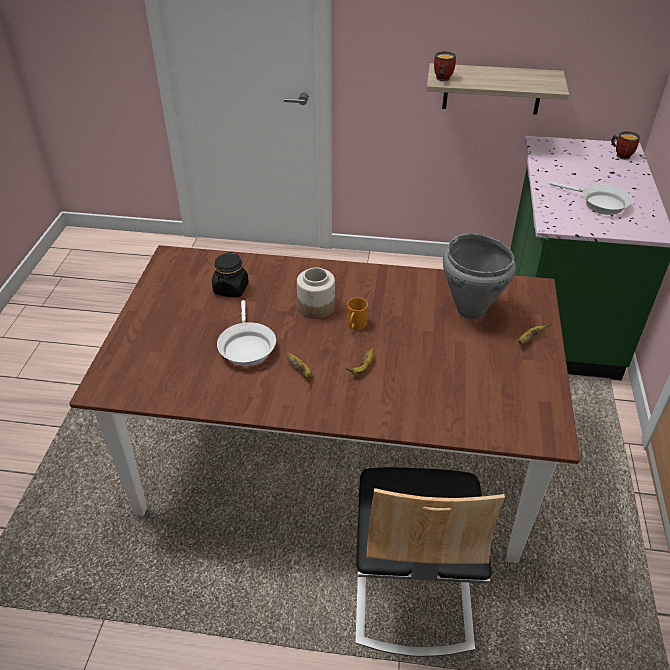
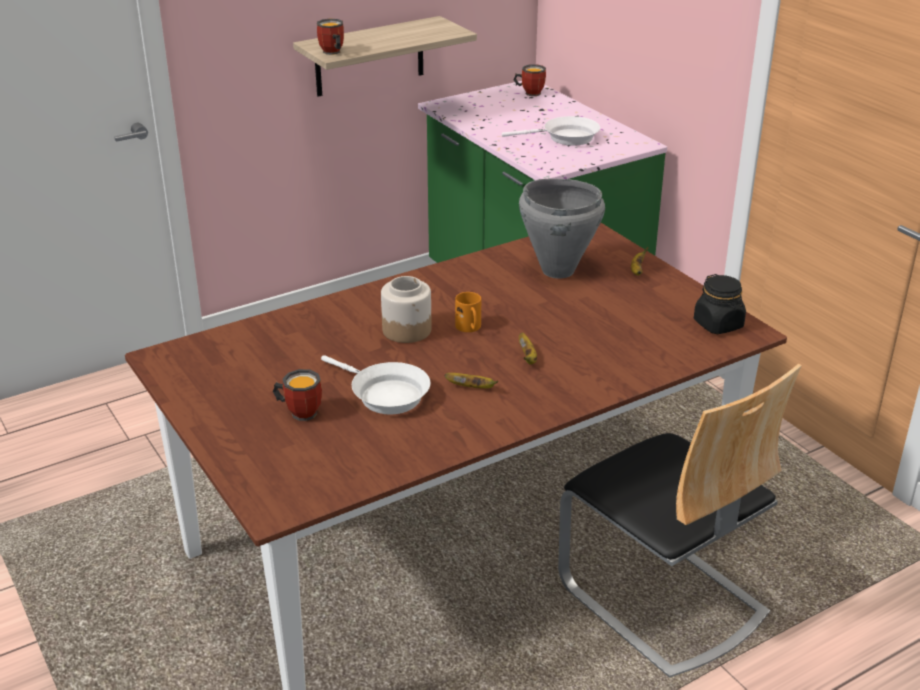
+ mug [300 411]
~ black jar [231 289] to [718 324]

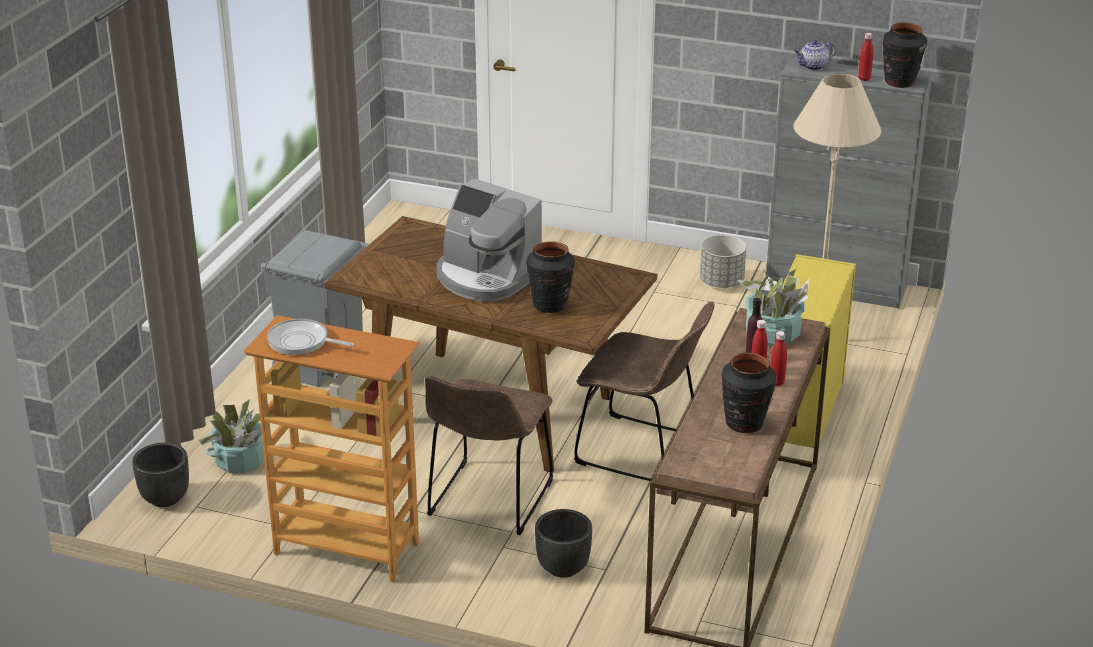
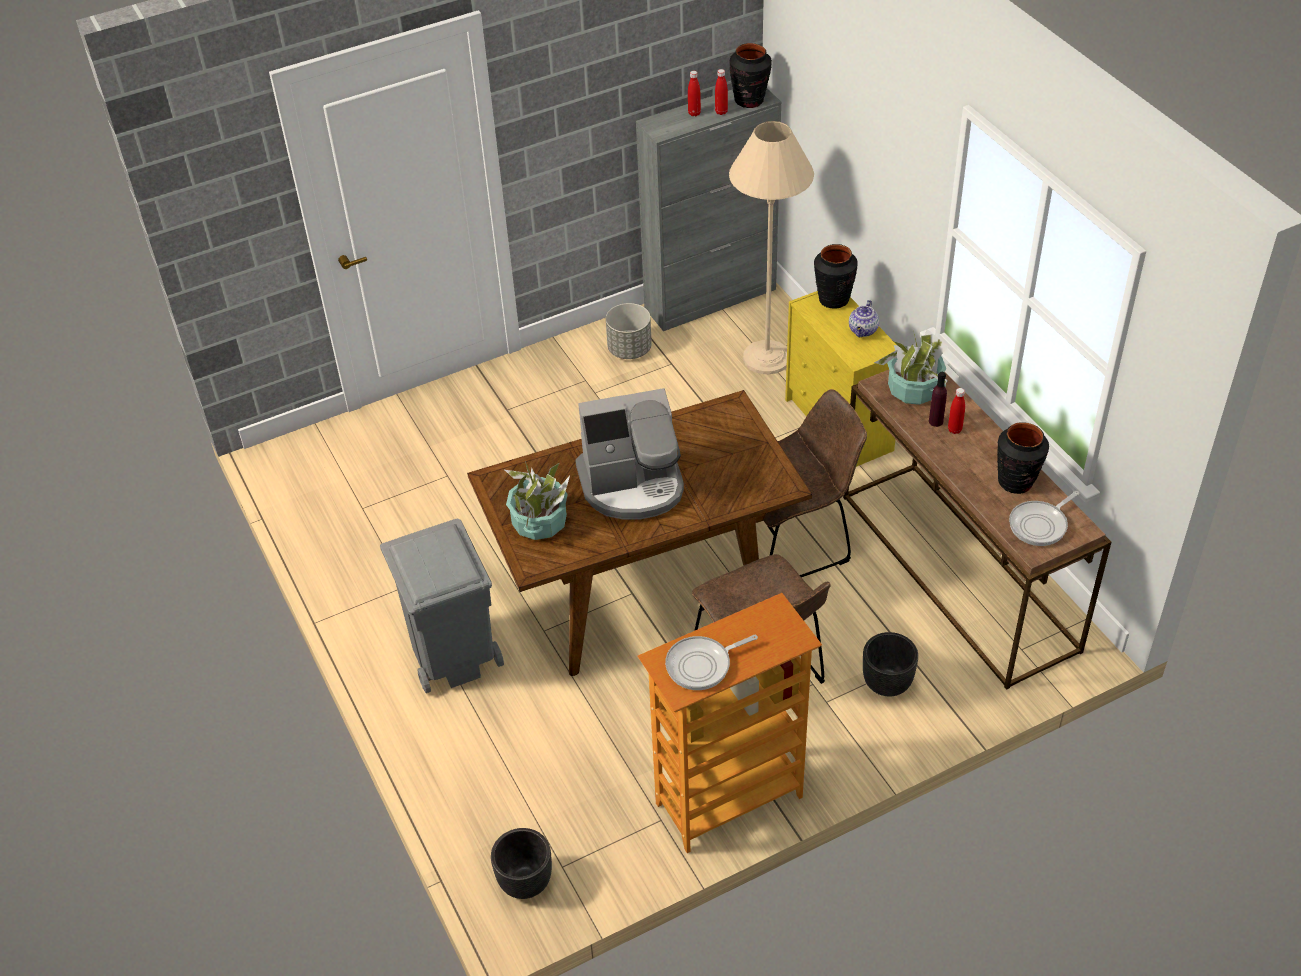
+ frying pan [1040 525]
~ potted plant [240 460] to [539 522]
~ black vase [550 305] to [833 299]
~ red bottle [777 382] to [694 113]
~ teapot [812 67] to [863 331]

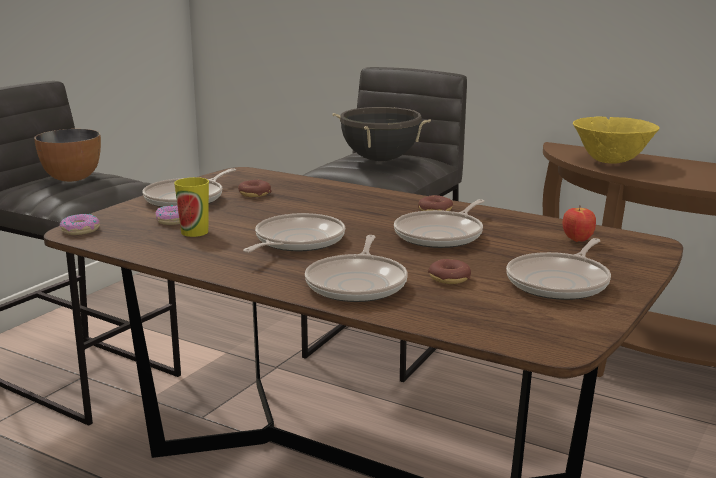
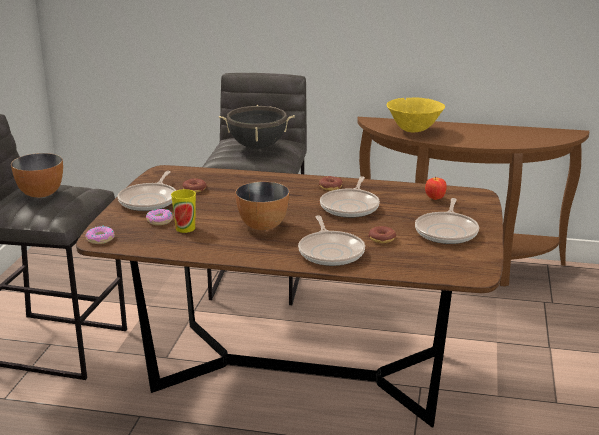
~ frying pan [296 241] to bowl [262 226]

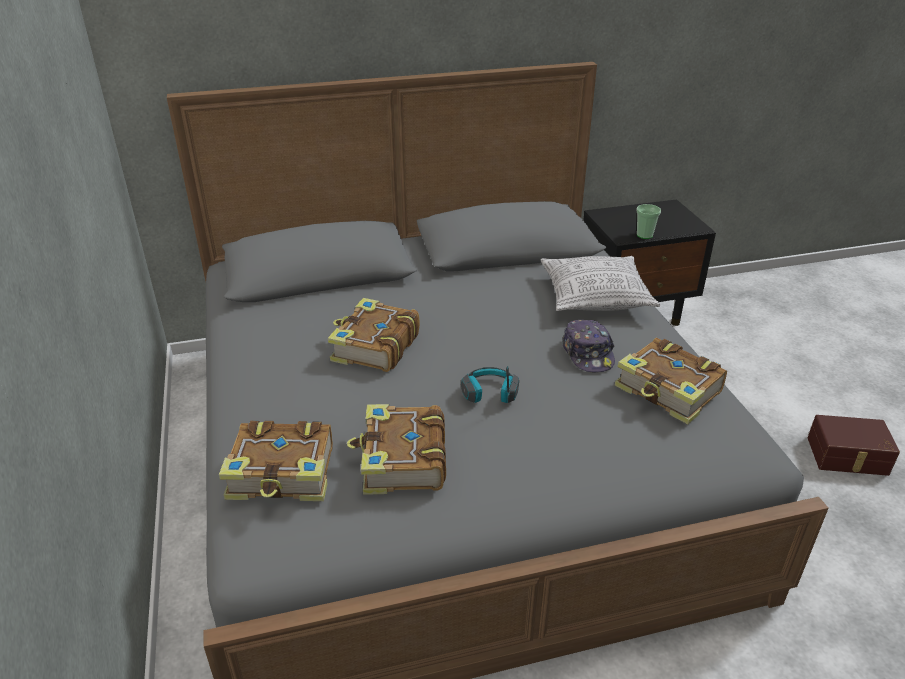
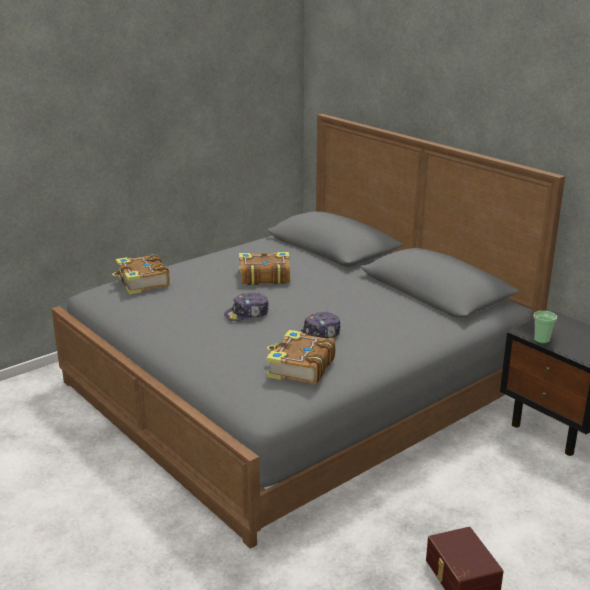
- book [402 461]
- pillow [595 297]
~ headphones [489 393] to cap [247 314]

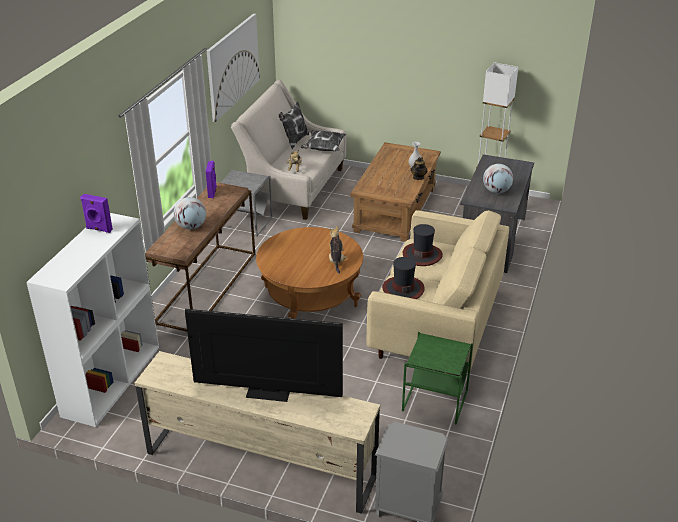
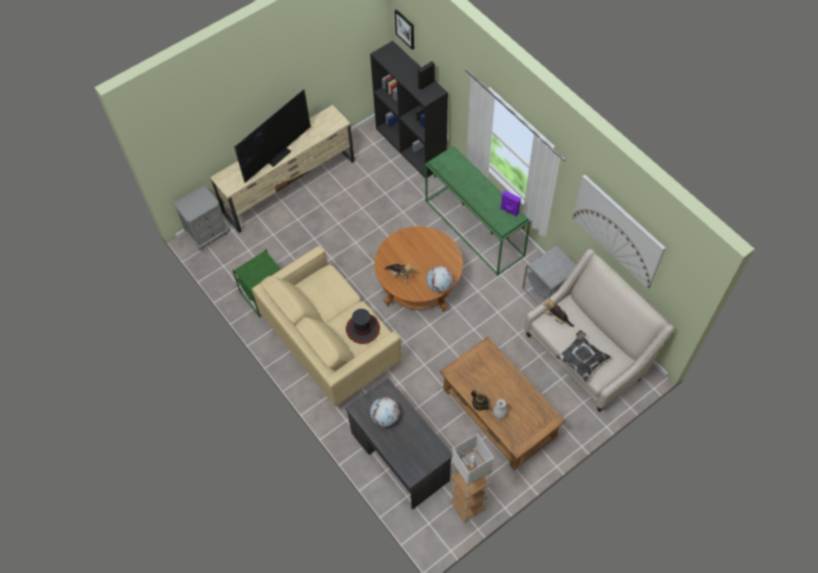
- pillow [294 141]
- hat [403 289]
+ picture [405 29]
~ globe [191 226] to [439 286]
~ white bookcase [111 380] to black bookcase [411 146]
~ purple speaker [99 229] to black speaker [426 84]
~ brown console table [206 287] to green console table [475 228]

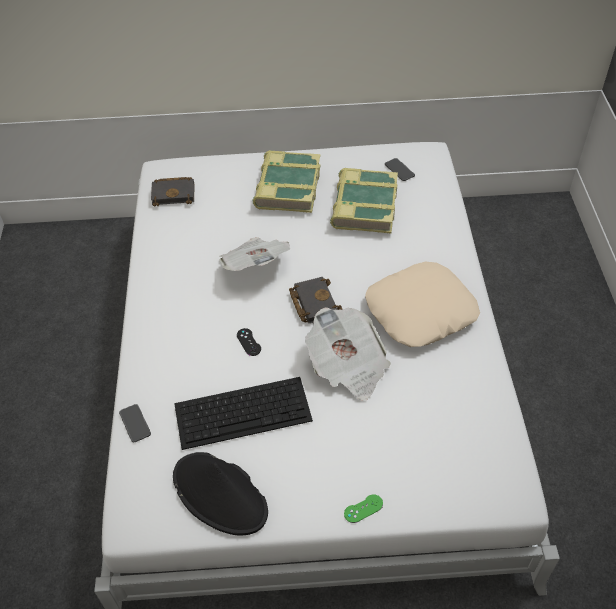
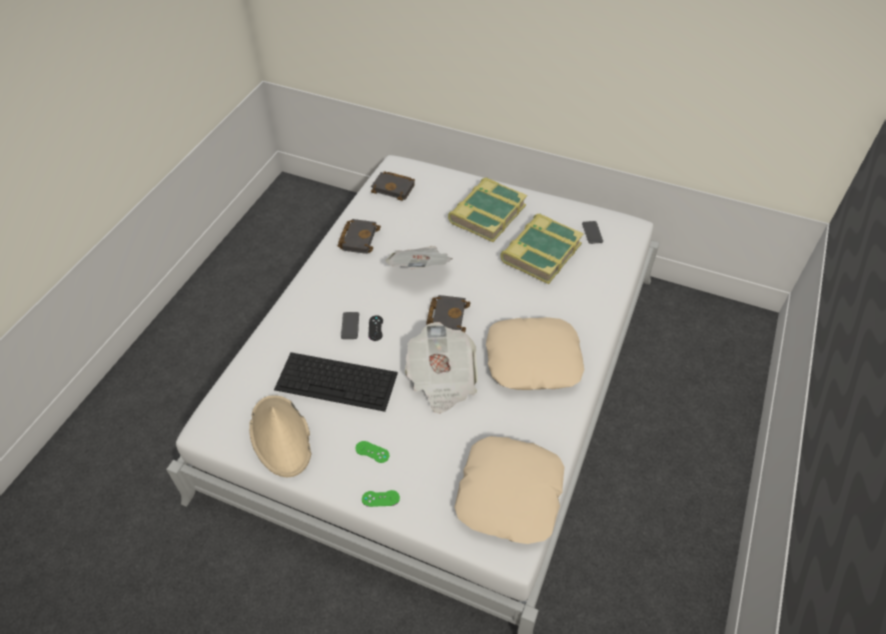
+ black book [358 238]
+ green game controller [372 452]
+ beige pillow [510 494]
~ phone [135 423] to [350 326]
~ black hat [220 494] to beige hat [281 437]

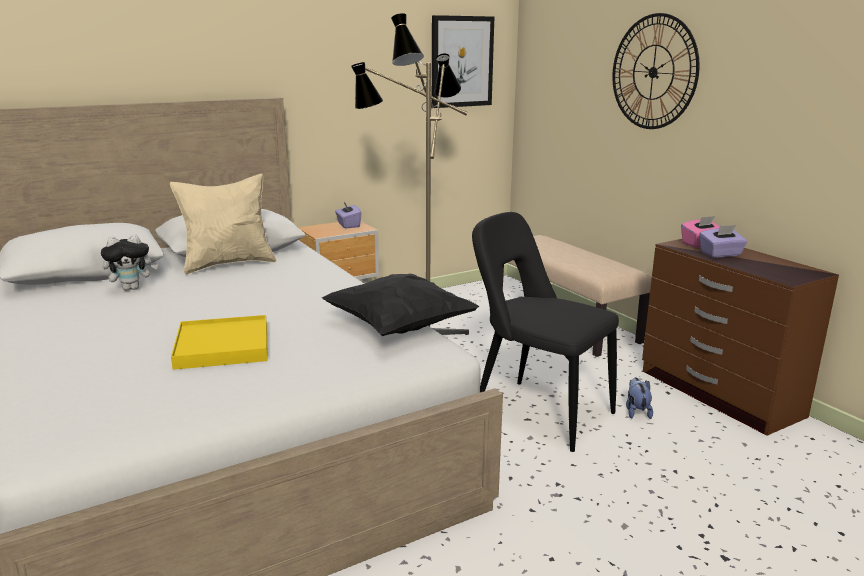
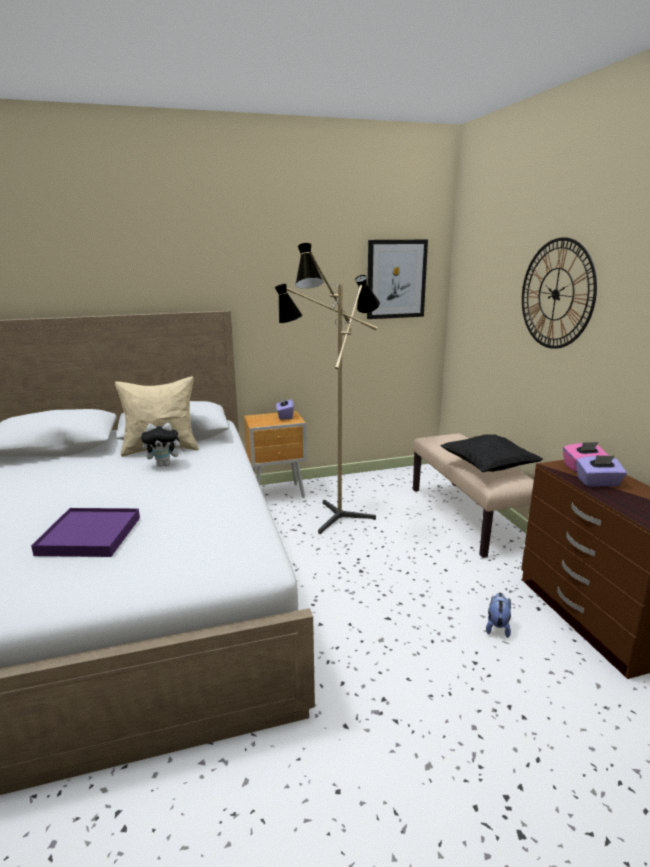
- black chair [537 412]
~ plush toy [132 288] to [165 464]
~ black pillow [399 327] to [488 467]
~ yellow tray [222 347] to purple tray [89 536]

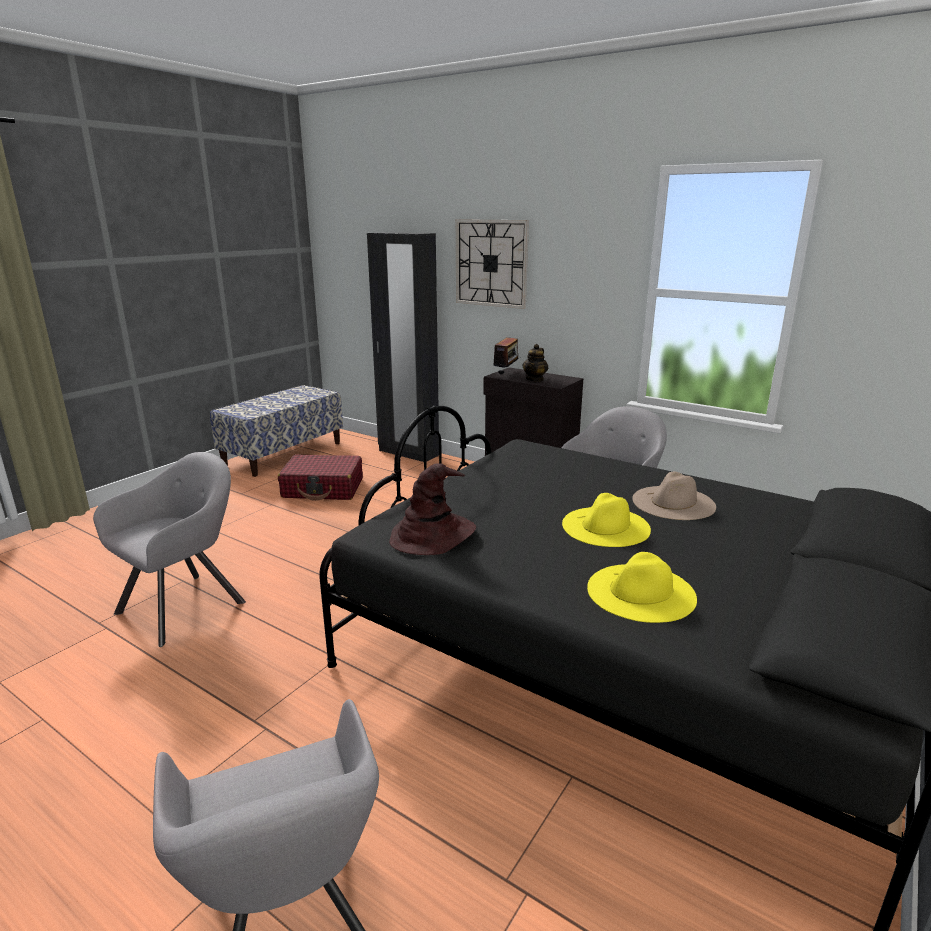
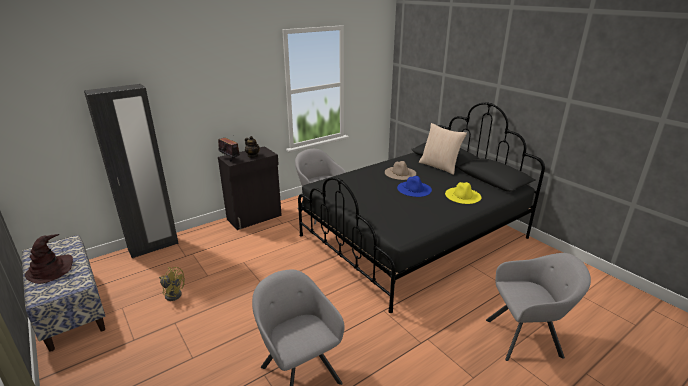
- wall clock [491 263]
+ beige pillow [439 166]
~ brown hat [432 535] to [50 270]
~ red suitcase [323 488] to yellow fan [173 293]
~ yellow hat [606 526] to blue hat [414 189]

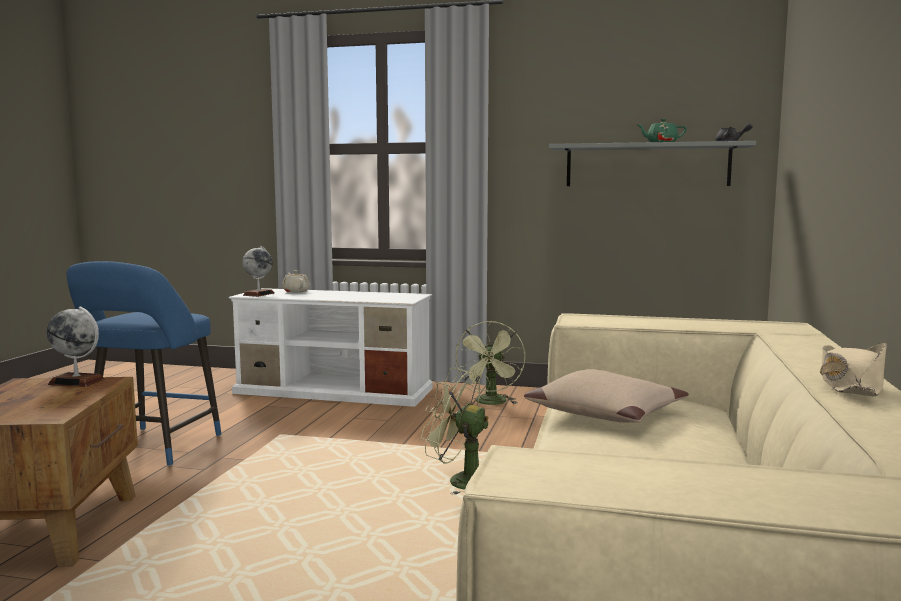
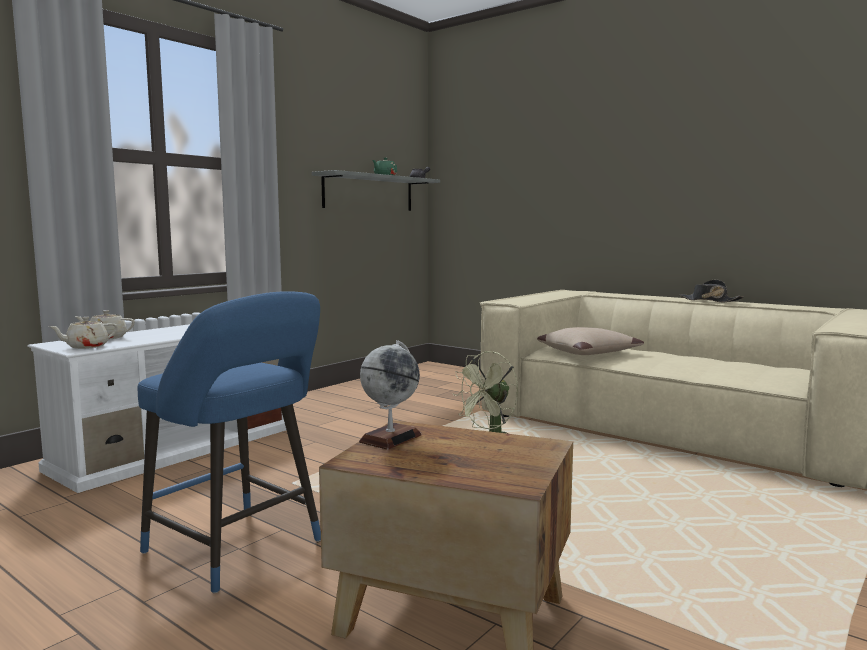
- green fan [491 403]
~ globe [259 294] to beige teapot [86 347]
~ beige hat [851 385] to black hat [709 301]

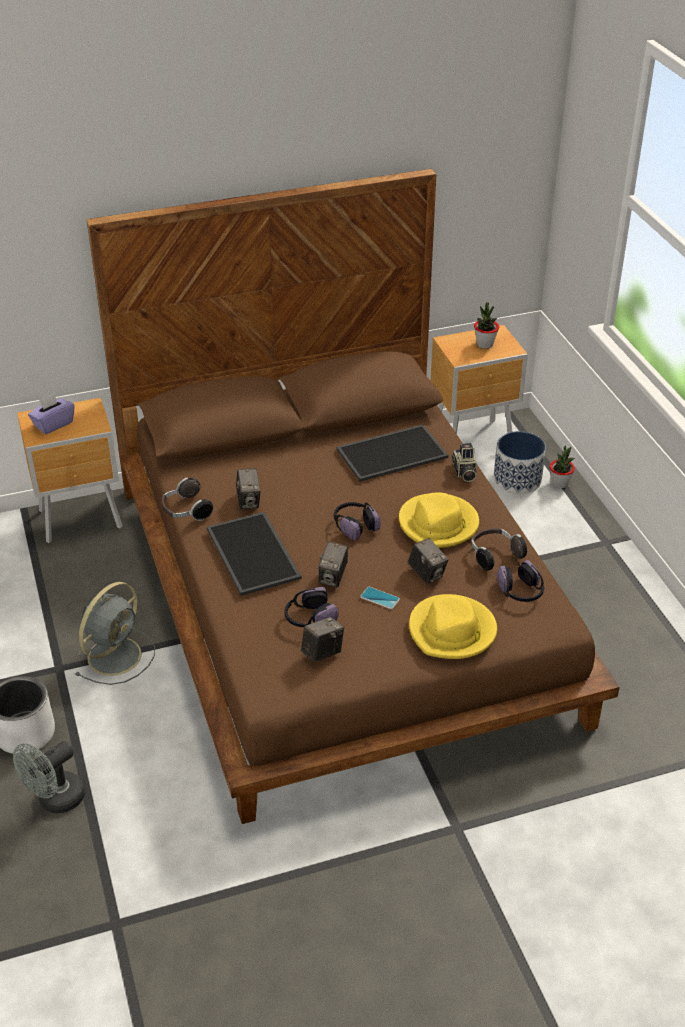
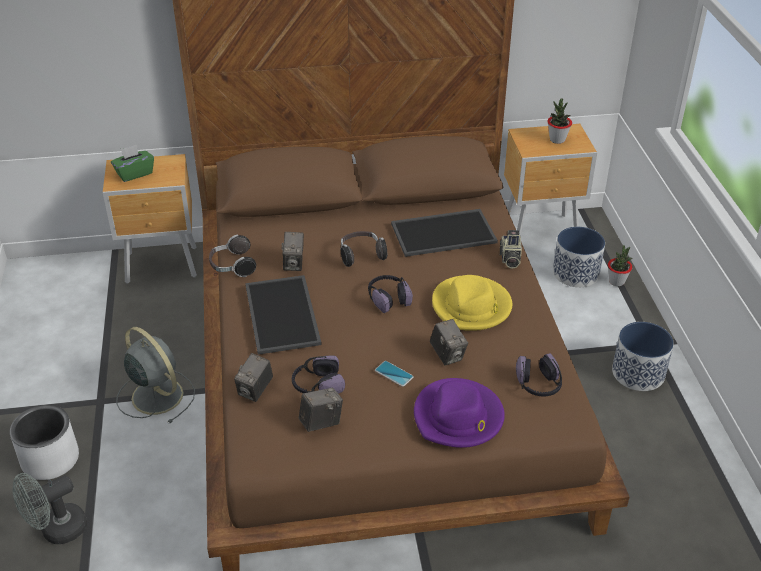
+ planter [638 373]
~ photo camera [333 577] to [255 390]
~ headphones [494 555] to [361 255]
~ purple tissue box [53 424] to green tissue box [134 173]
~ yellow hat [452 631] to purple hat [458 417]
~ grey fan [116 654] = [156 395] 90 degrees counterclockwise

